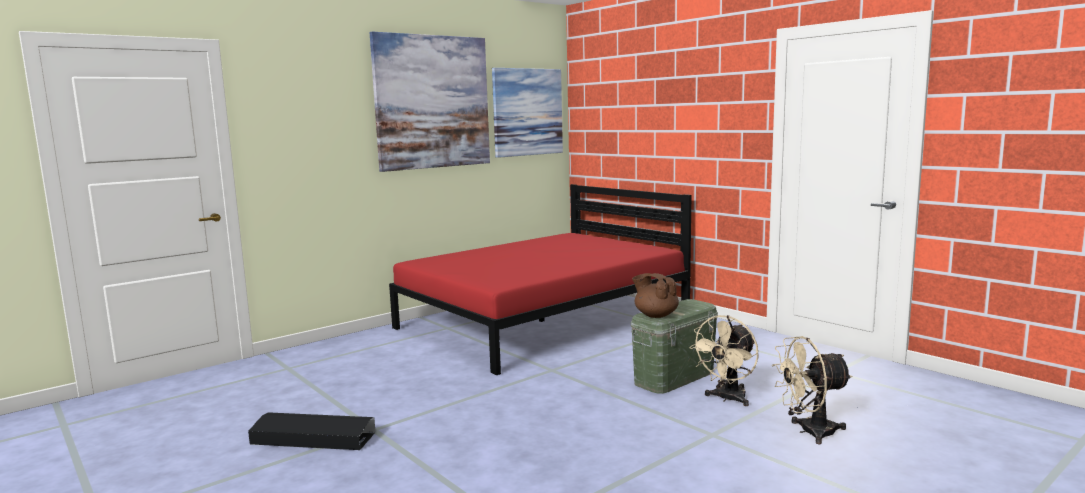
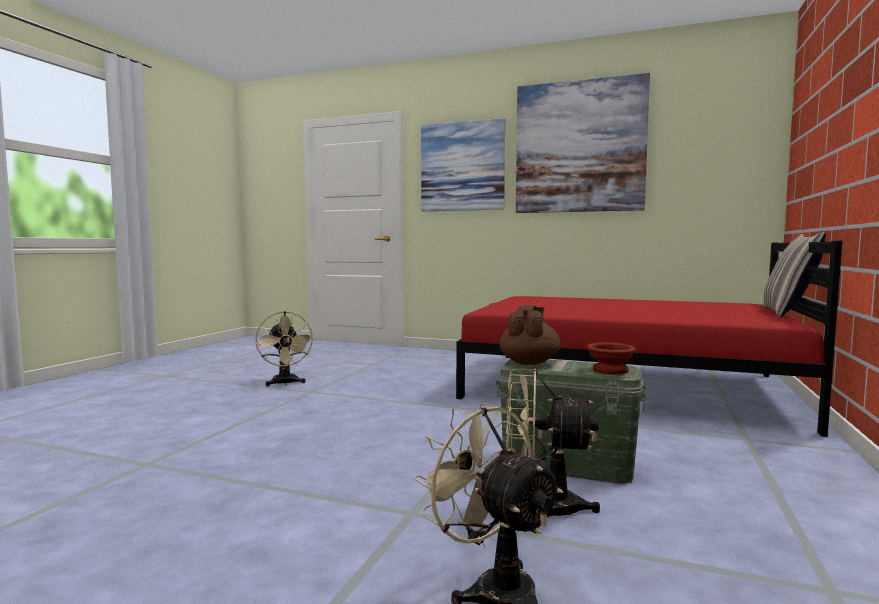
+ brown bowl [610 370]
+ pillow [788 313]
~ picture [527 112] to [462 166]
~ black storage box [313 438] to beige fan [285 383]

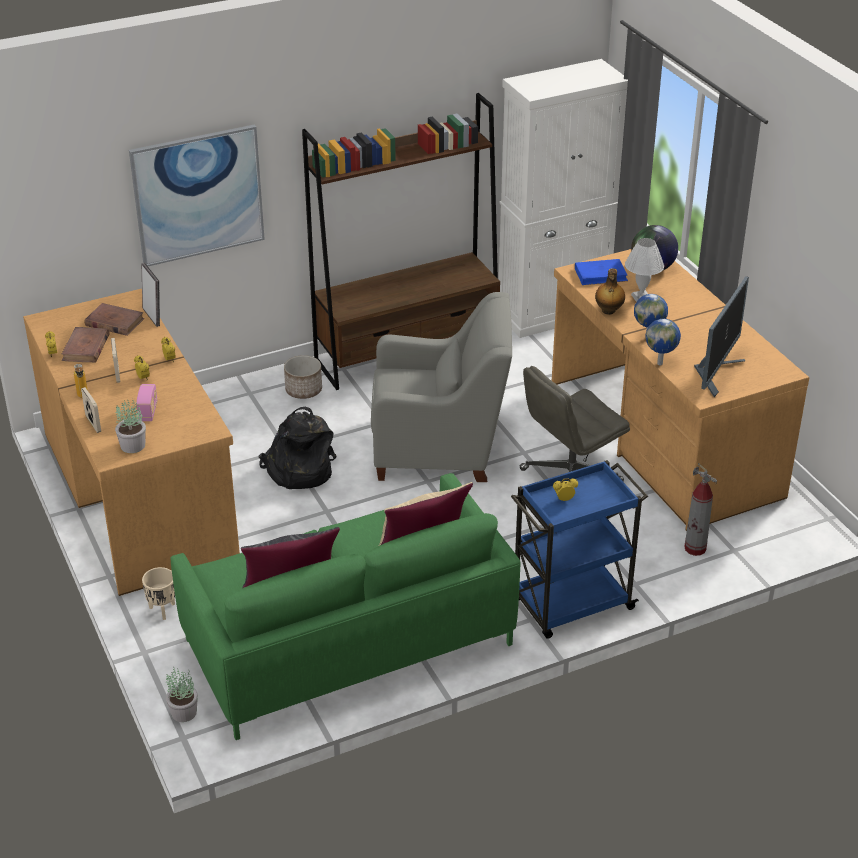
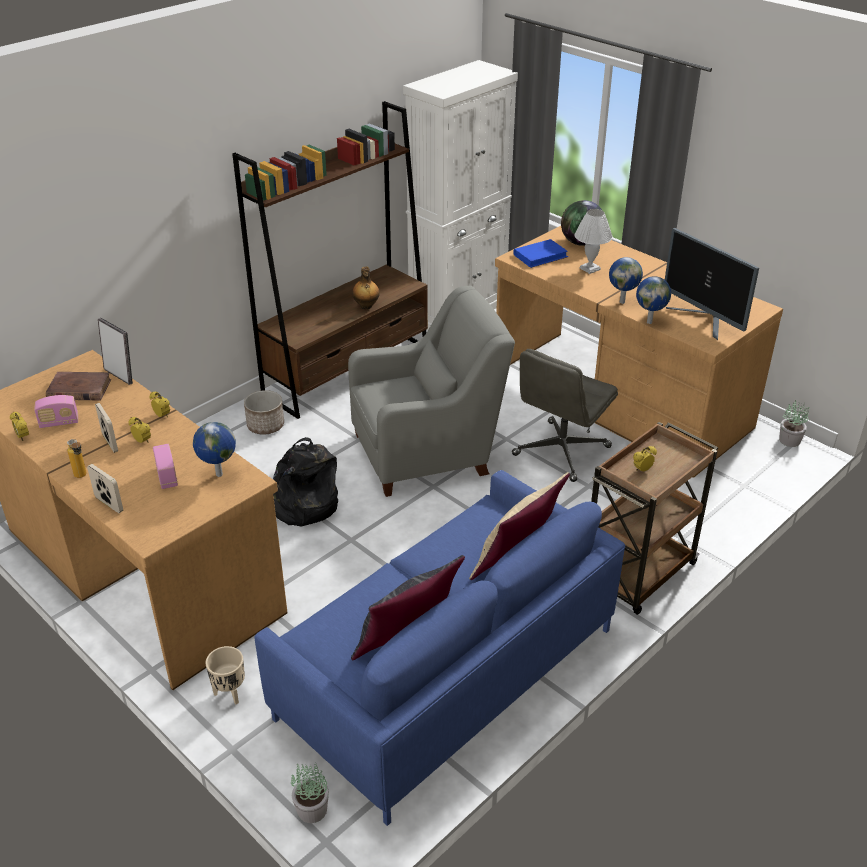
- picture [198 195]
- fire extinguisher [695 548]
+ globe [218 474]
~ potted plant [133 445] to [790 440]
~ bottle [608 311] to [366 306]
~ brown book [86 348] to radio [59 422]
~ green sofa [348 641] to blue sofa [447 673]
~ blue cart [571 605] to brown cart [638 574]
~ monitor [715 373] = [703 320] 135 degrees clockwise

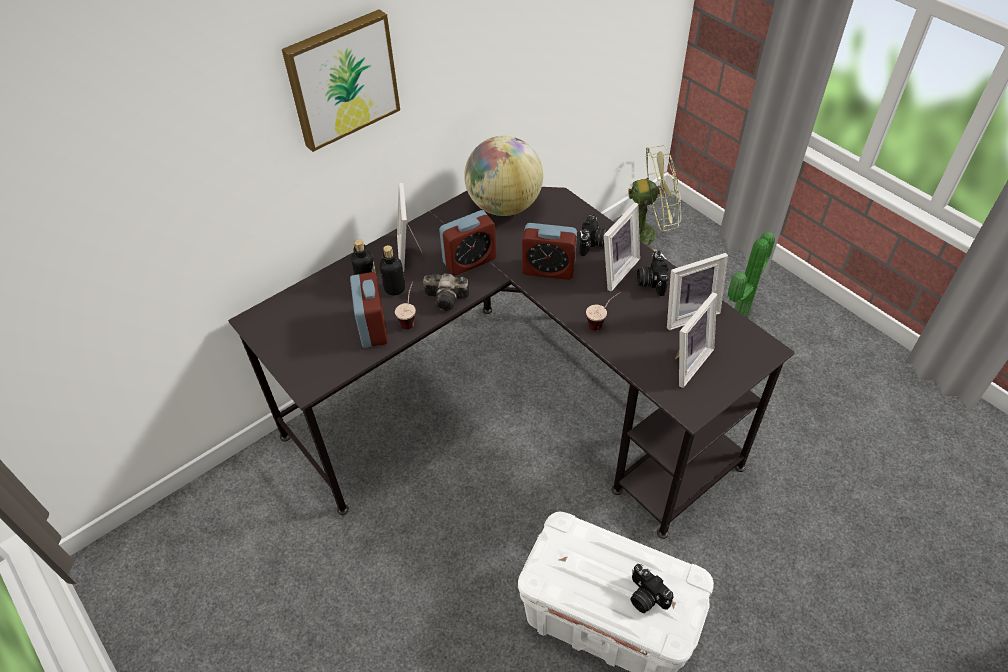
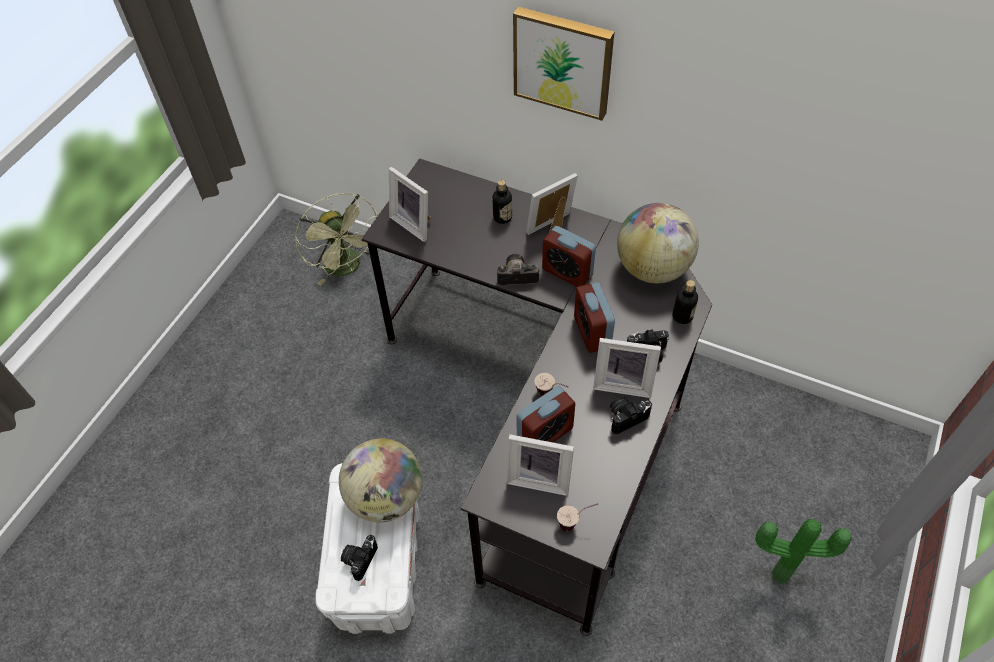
+ globe [385 498]
~ alarm clock [373 327] to [545 434]
~ bottle [394 288] to [682 316]
~ cup [410 318] to [576 522]
~ green fan [646 233] to [347 268]
~ picture frame [688 313] to [414 223]
~ photo camera [448 299] = [515 276] 105 degrees clockwise

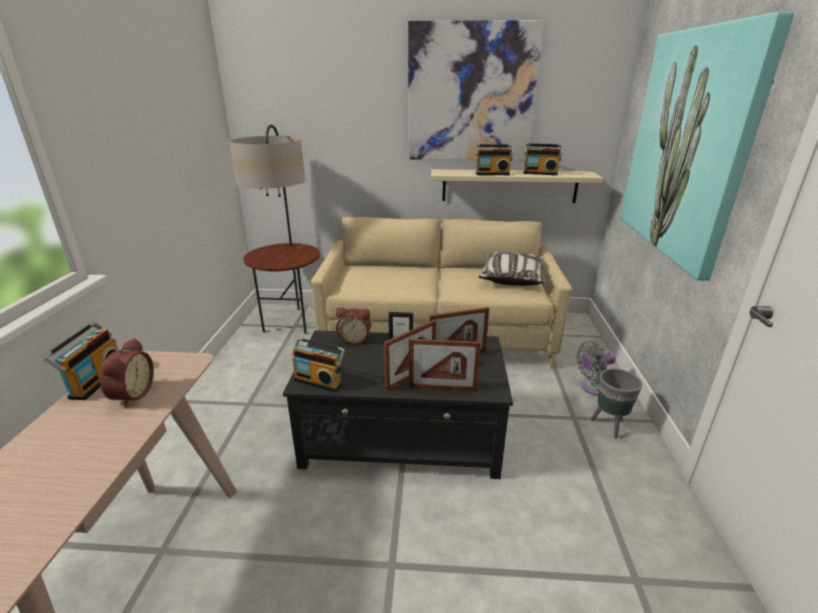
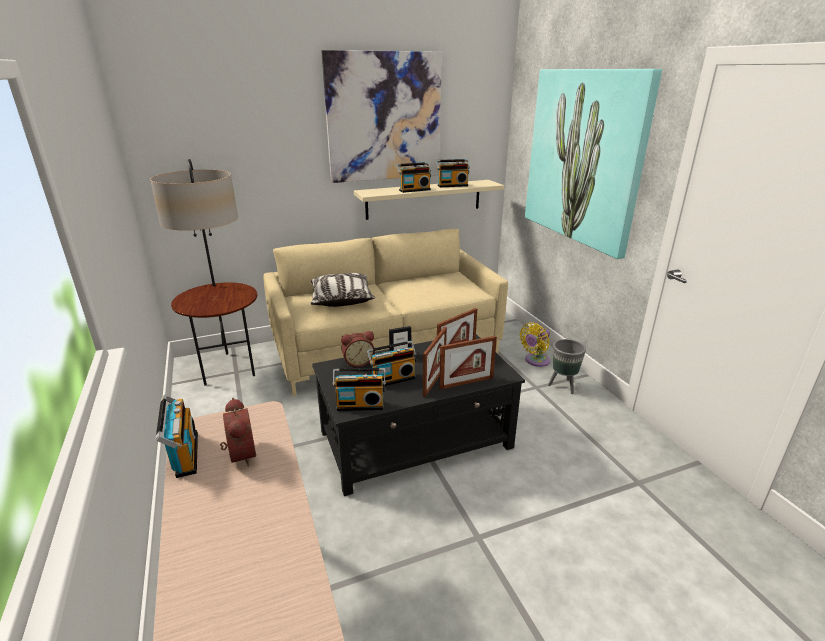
+ radio [393 379]
~ pillow [511 278] to [341 299]
~ grey fan [593 388] to yellow fan [535 361]

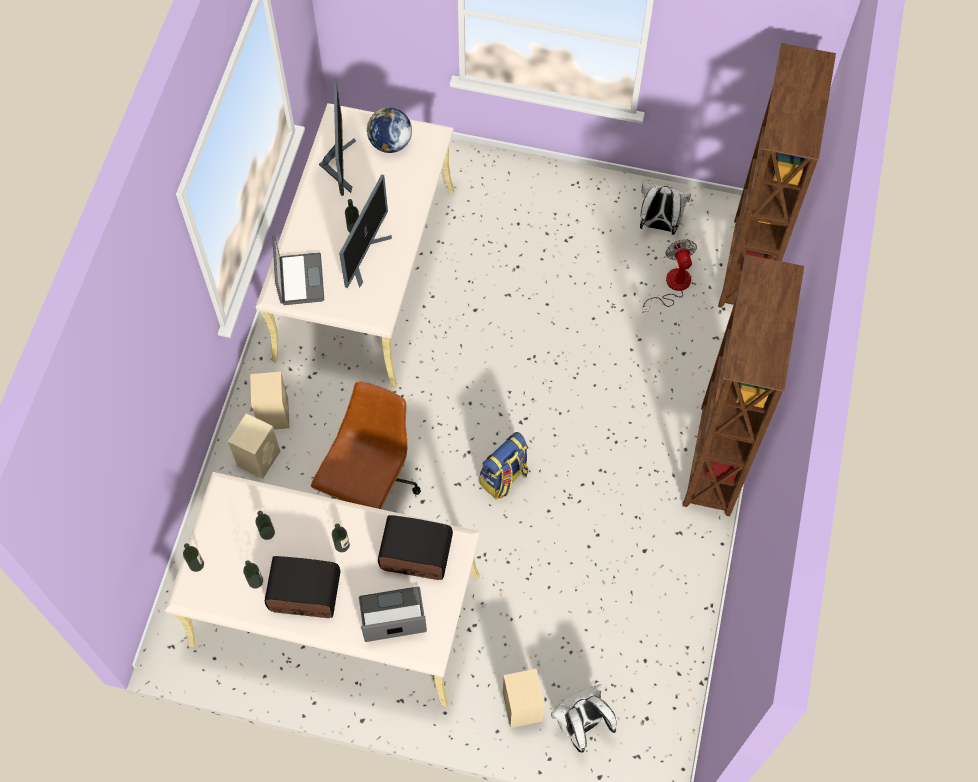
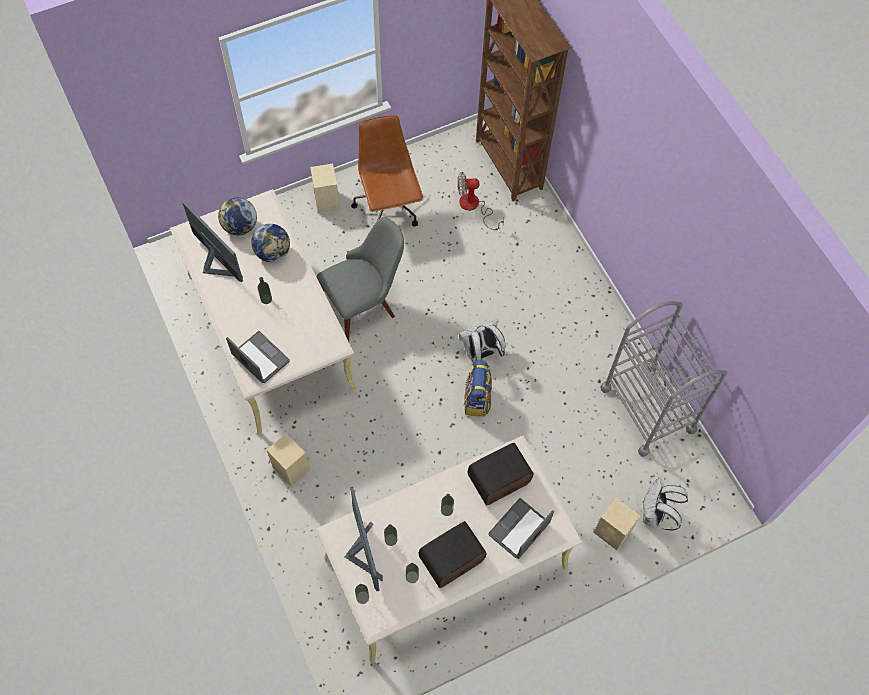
- brown bookcase [713 461]
+ globe [273 252]
+ grey chair [364 303]
+ grey cart [647 409]
~ beige speaker [259 457] to [326 200]
~ brown office chair [370 488] to [389 208]
~ monitor [364 254] to [363 552]
~ white backpack [658 225] to [480 353]
~ fan [672 286] = [474 207] 45 degrees counterclockwise

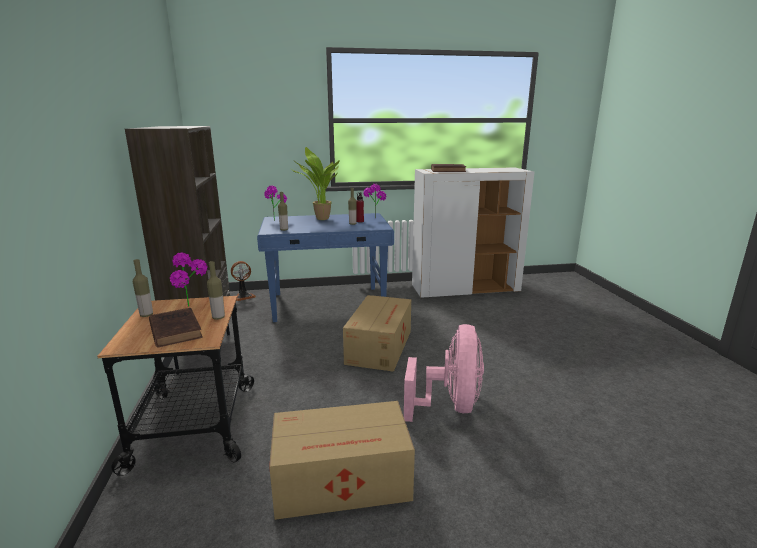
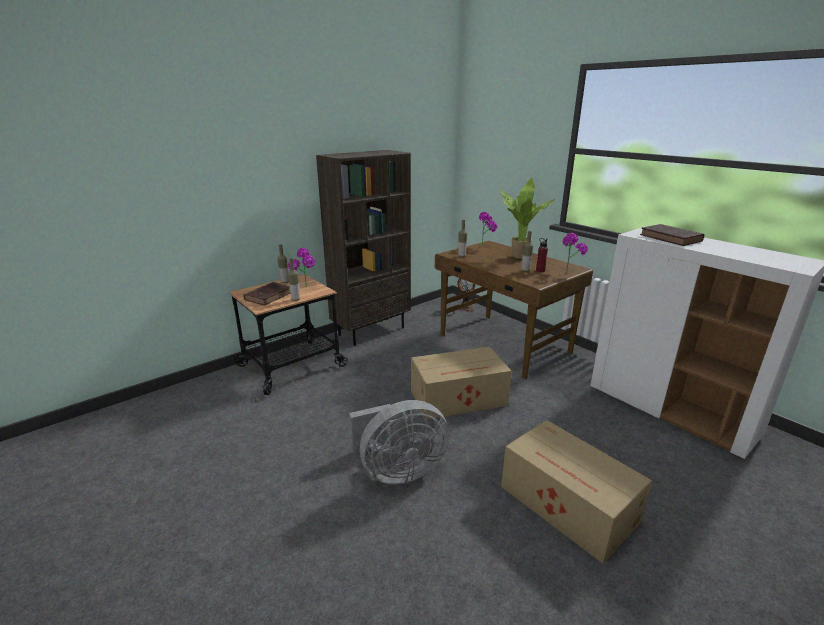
~ cardboard box [344 480] to [568 505]
~ blue desk [329 304] to brown desk [503 344]
~ pink fan [450 405] to grey fan [398 471]

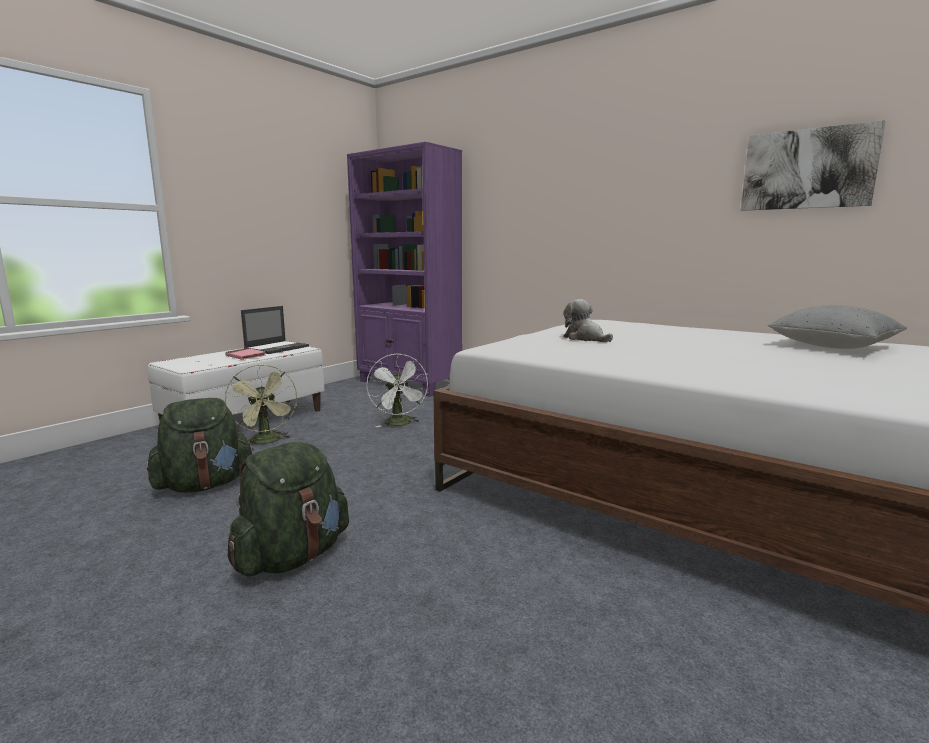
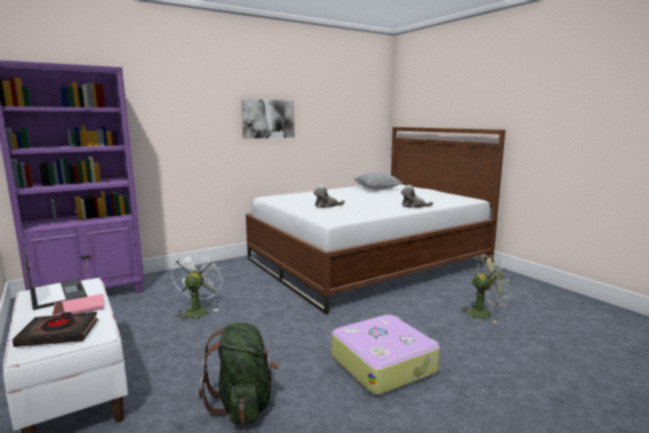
+ black book [59 333]
+ plush toy [414 206]
~ green fan [267 442] to [483 313]
~ picture [807 169] to [268 119]
~ green backpack [293 557] to suitcase [383 363]
~ white fan [400 424] = [197 310] 90 degrees counterclockwise

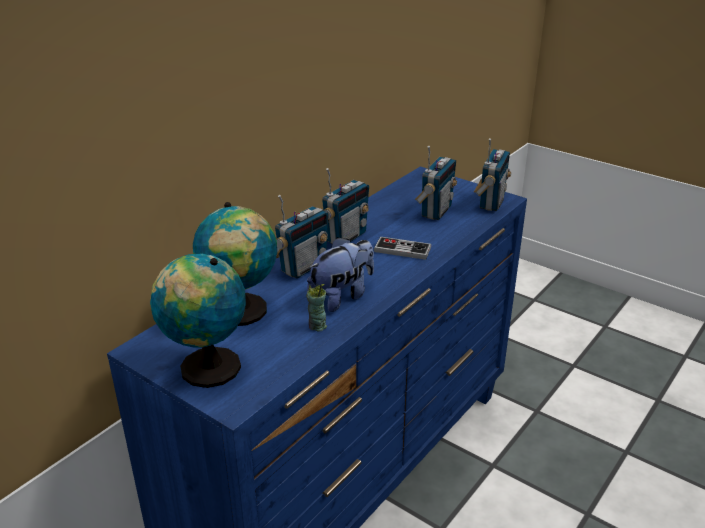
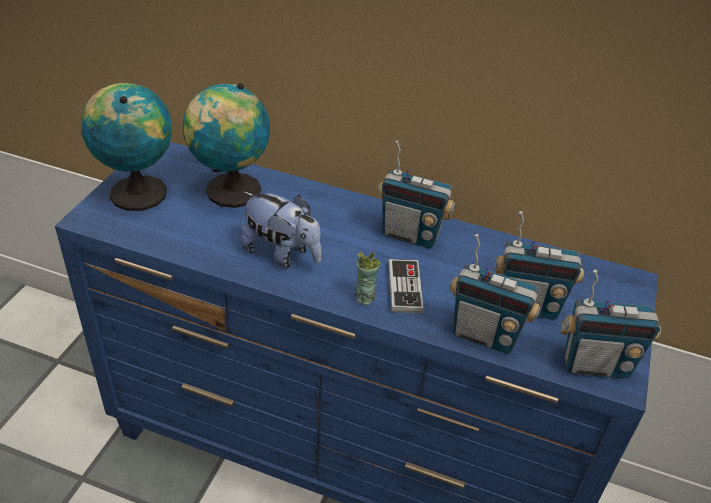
~ radio [303 267] to [484 335]
~ cup [317 326] to [364 297]

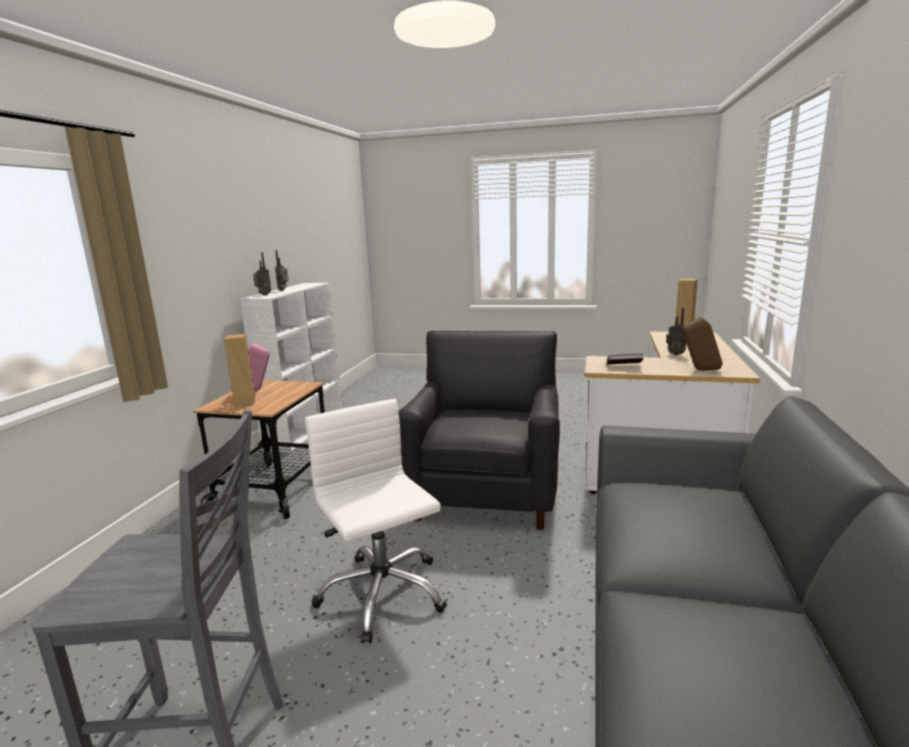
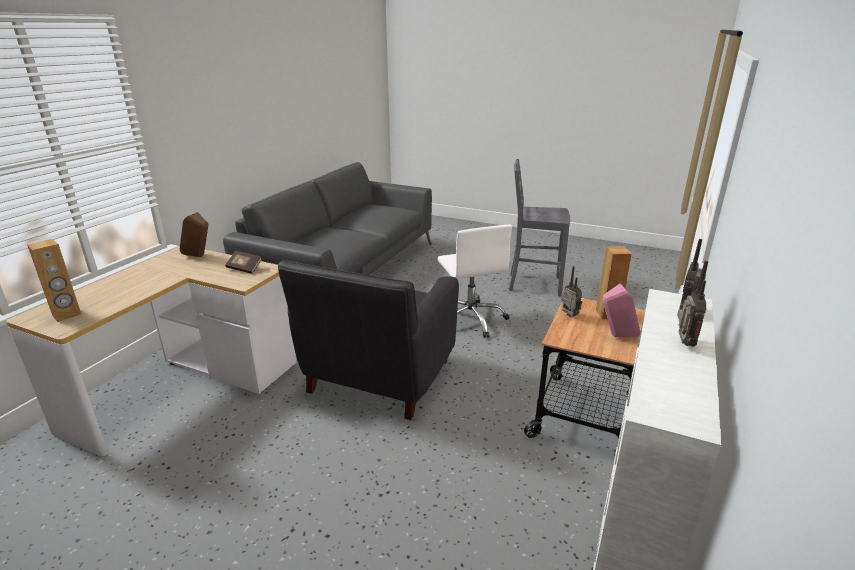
~ radio [676 354] to [569 316]

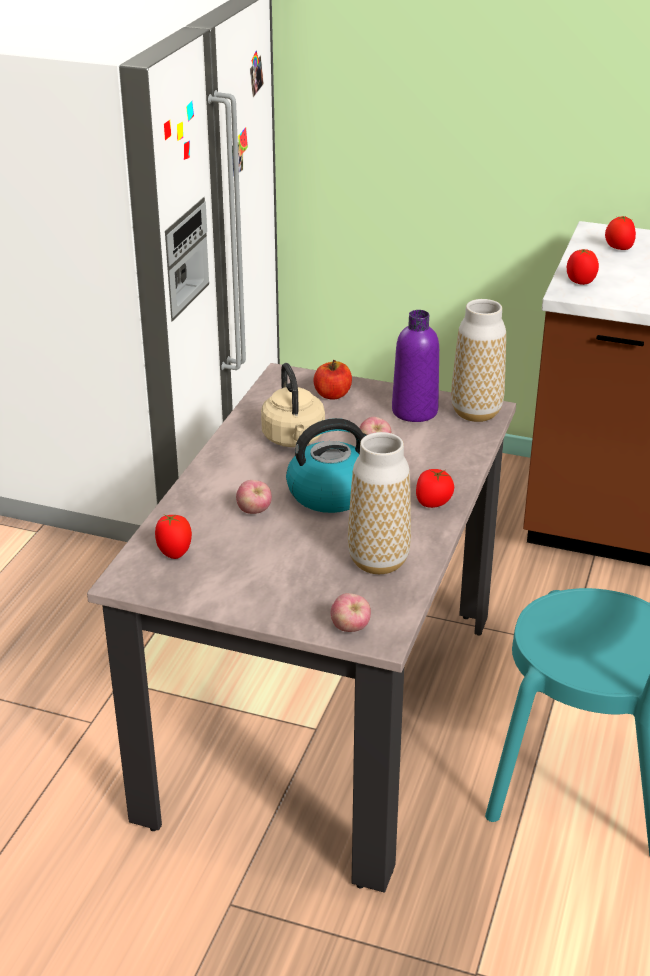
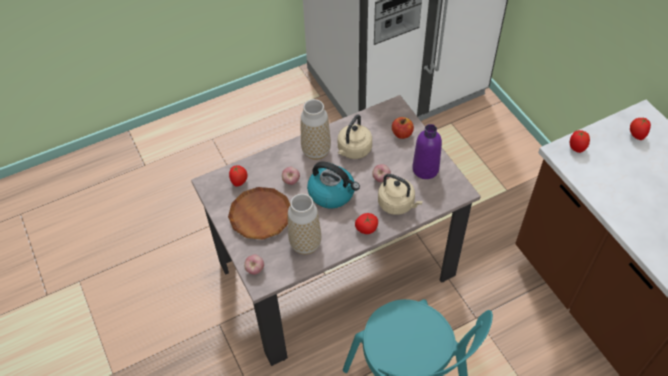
+ brown plate [260 216]
+ beige kettle [397 204]
~ vase [476 412] to [316 151]

